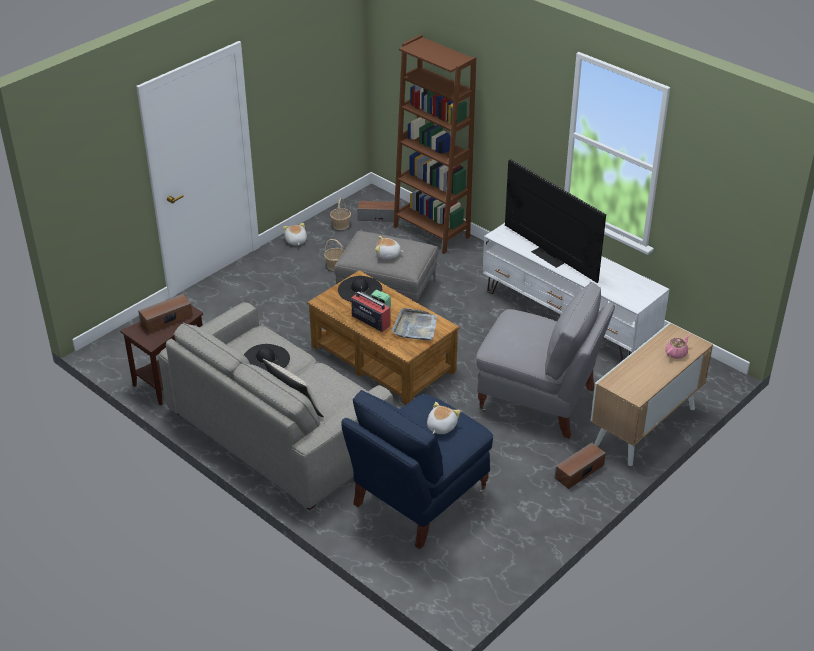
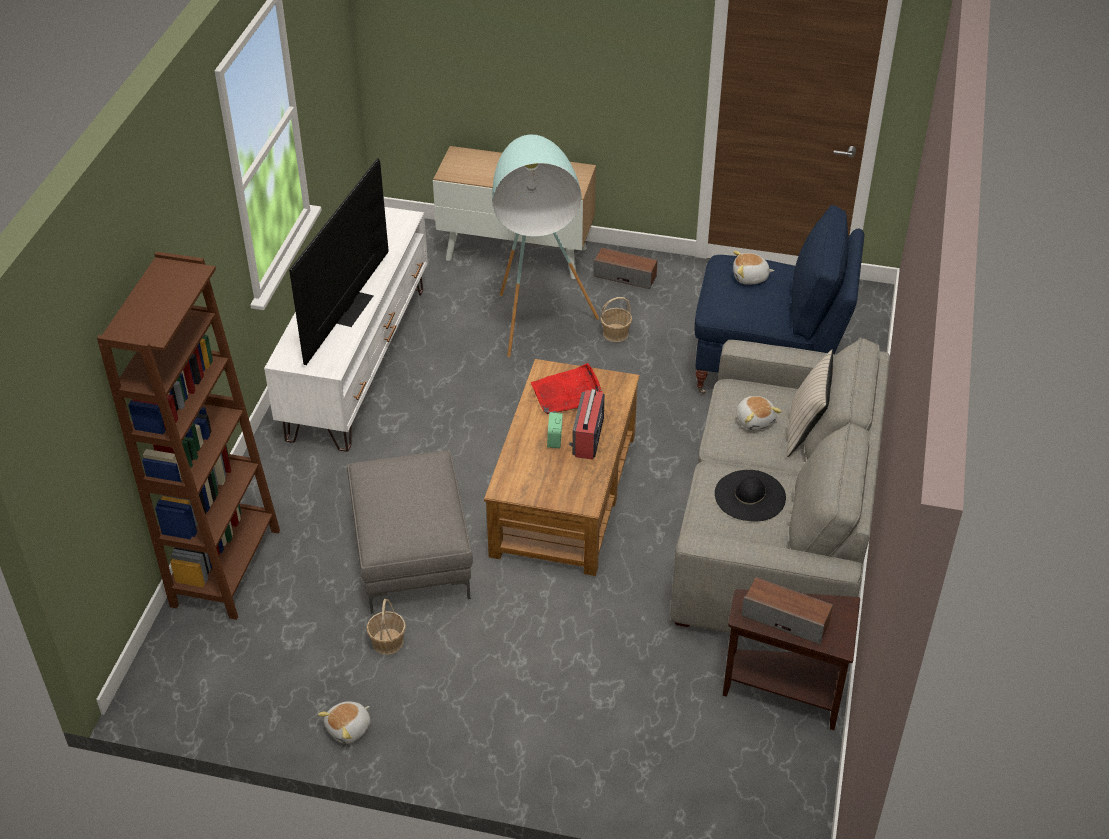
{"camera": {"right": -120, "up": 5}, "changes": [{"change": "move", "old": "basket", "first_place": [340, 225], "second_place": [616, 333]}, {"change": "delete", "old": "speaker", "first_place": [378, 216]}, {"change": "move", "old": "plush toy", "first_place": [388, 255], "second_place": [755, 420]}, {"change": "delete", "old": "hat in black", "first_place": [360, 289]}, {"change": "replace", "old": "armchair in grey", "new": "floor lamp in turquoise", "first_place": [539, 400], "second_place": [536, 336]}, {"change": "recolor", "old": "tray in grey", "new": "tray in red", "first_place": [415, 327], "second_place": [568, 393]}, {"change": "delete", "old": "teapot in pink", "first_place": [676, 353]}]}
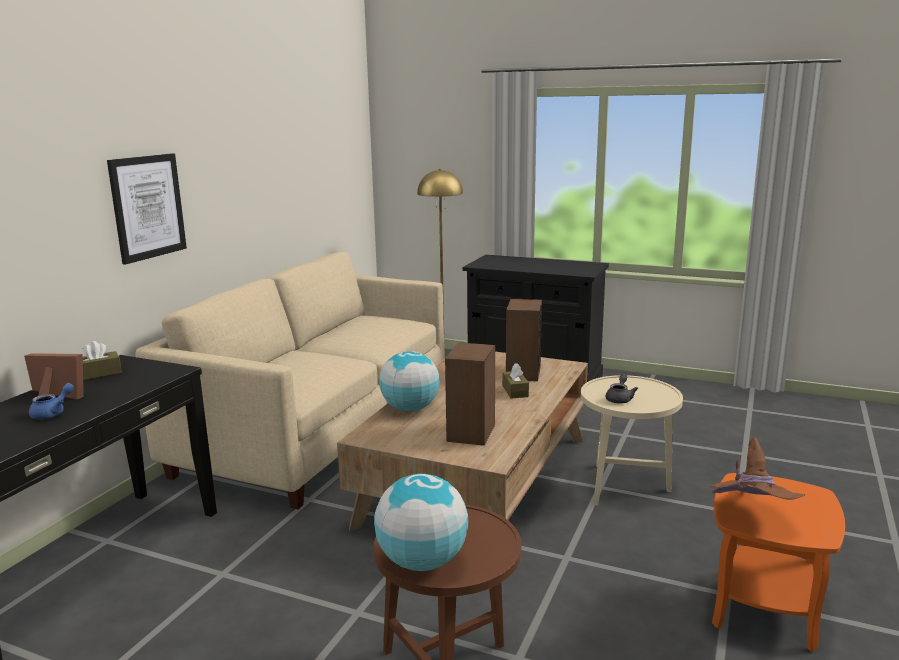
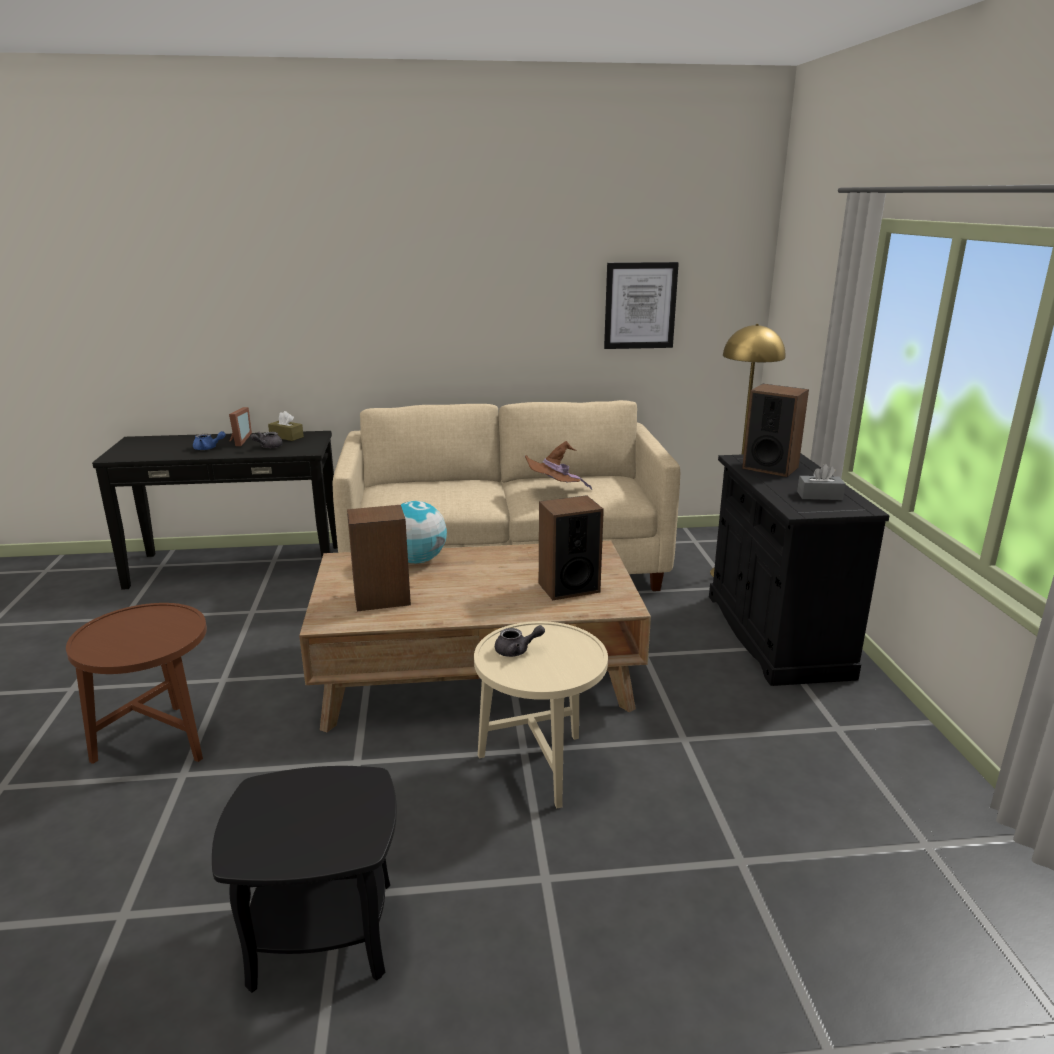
{"camera": {"right": 60, "up": 5}, "changes": [{"change": "move", "old": "picture", "first_place": [147, 207], "second_place": [640, 305]}, {"change": "delete", "old": "tissue box in brown", "first_place": [515, 391]}, {"change": "move", "old": "hat in brown", "first_place": [750, 517], "second_place": [554, 492]}, {"change": "recolor", "old": "side table in orange", "new": "side table in black", "first_place": [764, 608], "second_place": [322, 934]}, {"change": "delete", "old": "globe", "first_place": [422, 562]}, {"change": "insert", "new": "speaker", "second_place": [770, 468]}, {"change": "insert", "new": "teapot in grey", "second_place": [268, 447]}, {"change": "insert", "new": "tissue box in grey", "second_place": [819, 496]}]}
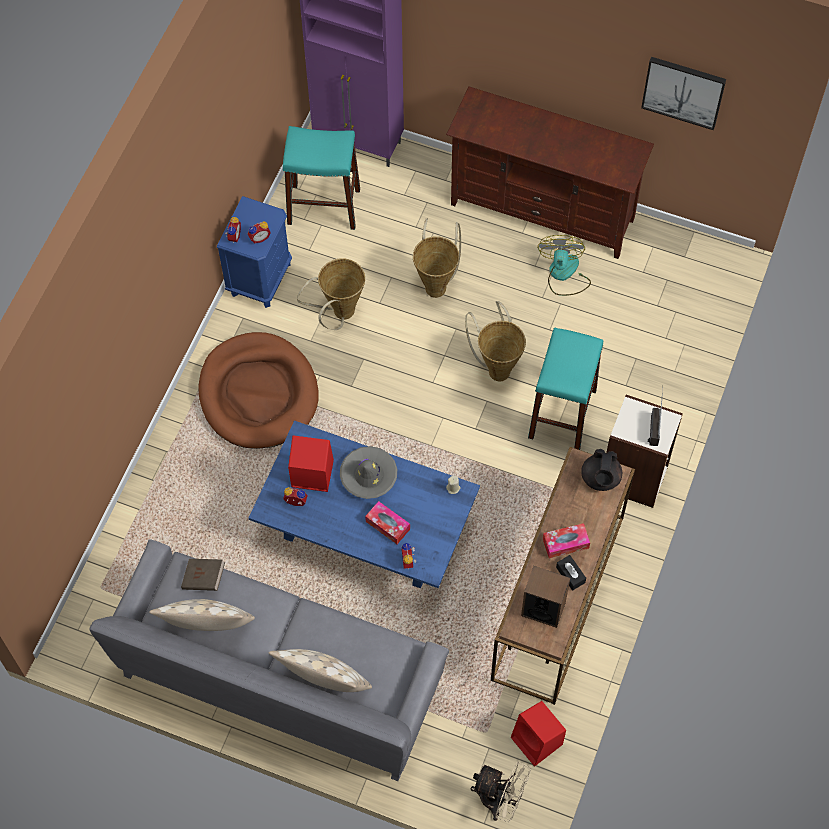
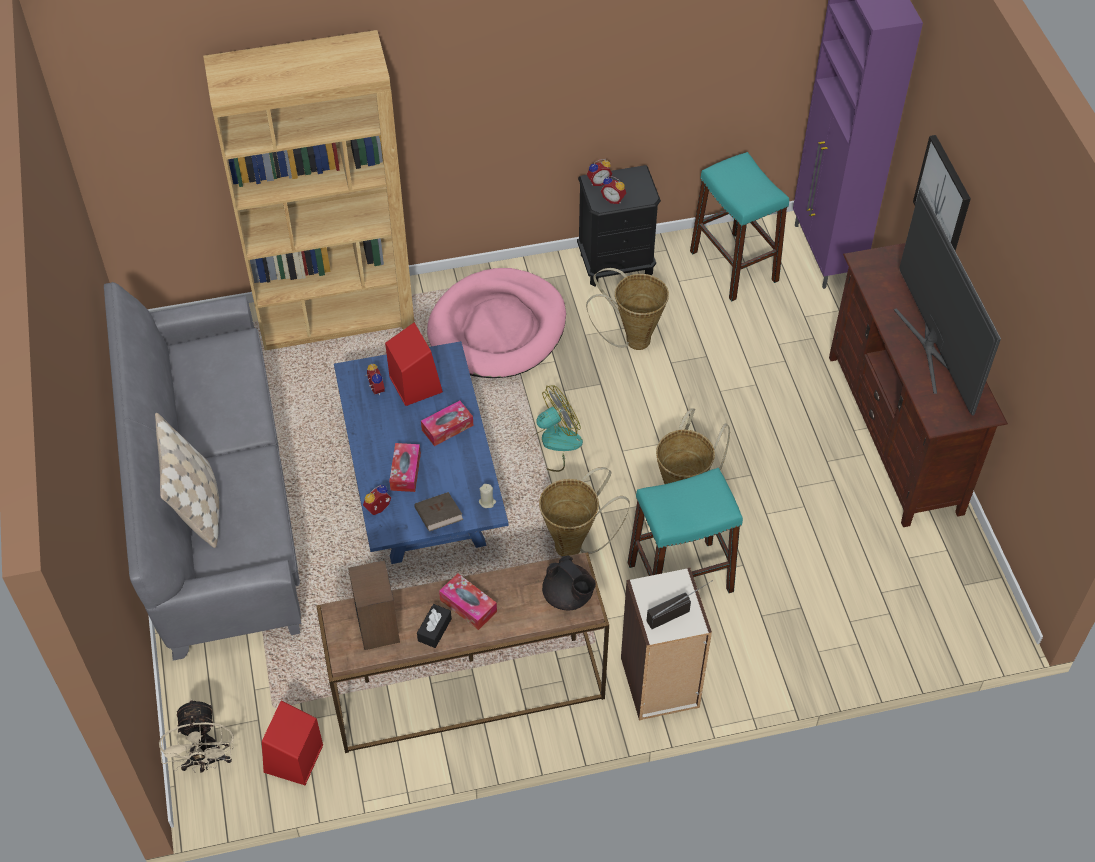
{"camera": {"right": 55, "up": -10}, "changes": [{"change": "move", "old": "picture", "first_place": [683, 91], "second_place": [943, 199]}, {"change": "recolor", "old": "nightstand in blue", "new": "nightstand in black", "first_place": [260, 278], "second_place": [616, 264]}, {"change": "move", "old": "basket", "first_place": [436, 284], "second_place": [575, 545]}, {"change": "move", "old": "fan", "first_place": [564, 274], "second_place": [552, 444]}, {"change": "recolor", "old": "dog bed in brown", "new": "dog bed in pink", "first_place": [258, 393], "second_place": [497, 328]}, {"change": "replace", "old": "hat in grey", "new": "tissue box", "first_place": [368, 475], "second_place": [447, 428]}, {"change": "rotate", "old": "teapot in black", "first_place": [600, 478], "second_place": [568, 596], "degrees": -105}, {"change": "move", "old": "book in brown", "first_place": [204, 579], "second_place": [439, 518]}, {"change": "delete", "old": "pillow in beige", "first_place": [207, 627]}, {"change": "insert", "new": "bookcase in brown", "second_place": [336, 315]}, {"change": "insert", "new": "television", "second_place": [931, 347]}]}
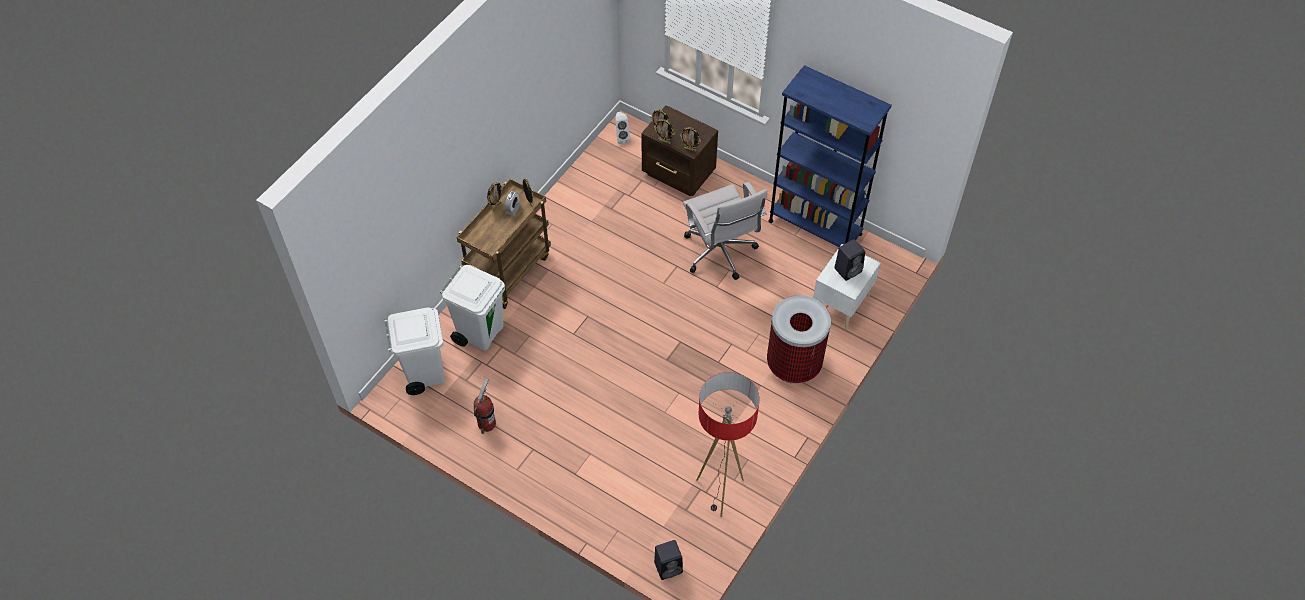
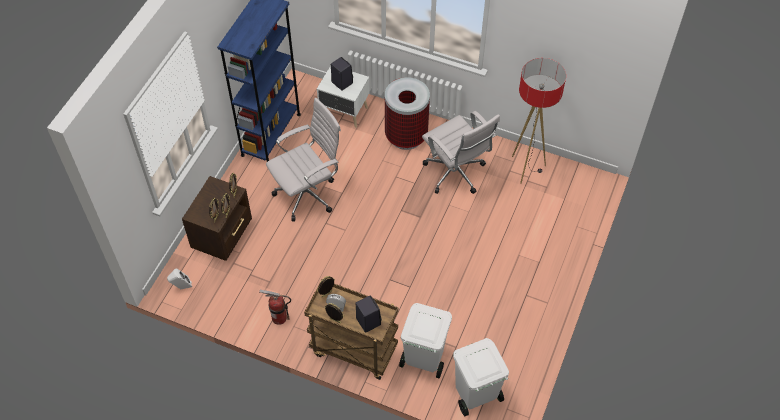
{"camera": {"right": -100, "up": 0}, "changes": [{"change": "move", "old": "fire extinguisher", "first_place": [486, 423], "second_place": [279, 318]}, {"change": "move", "old": "speaker in black", "first_place": [669, 567], "second_place": [367, 321]}, {"change": "insert", "new": "office chair in white", "second_place": [456, 174]}]}
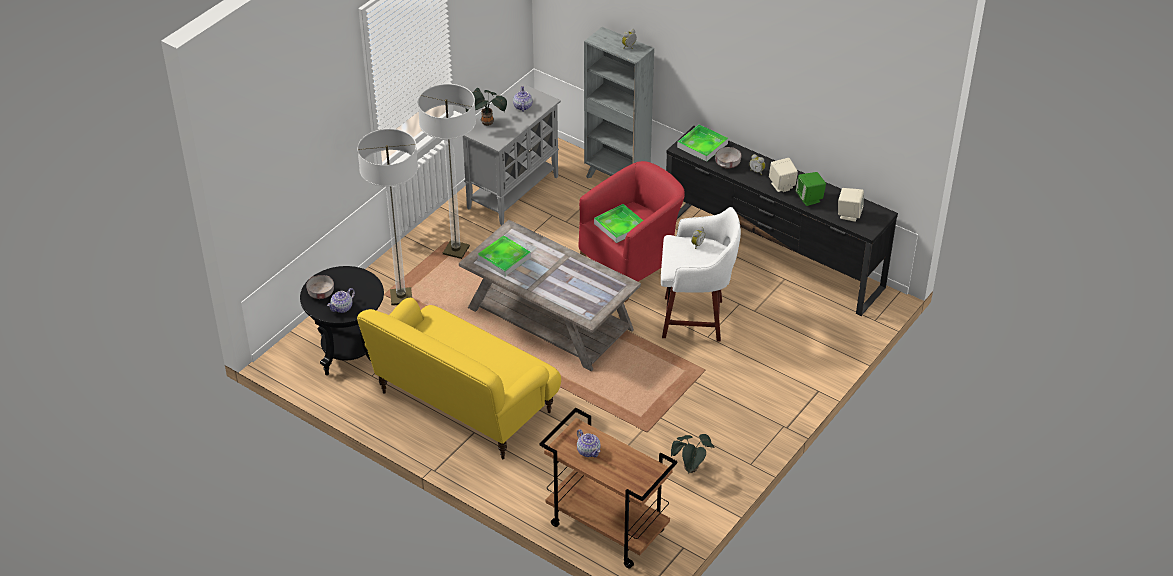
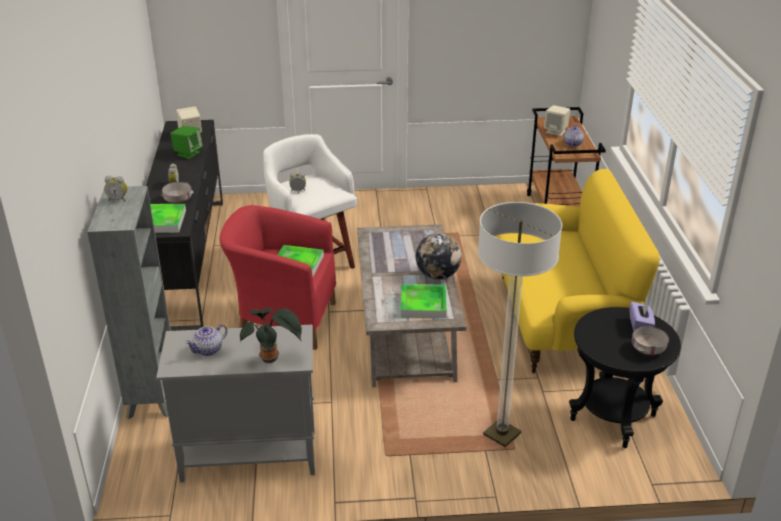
{"camera": {"right": -130, "up": -10}, "changes": [{"change": "delete", "old": "floor lamp", "first_place": [456, 250]}, {"change": "move", "old": "speaker in beige", "first_place": [782, 185], "second_place": [556, 131]}, {"change": "replace", "old": "teapot", "new": "tissue box in purple", "first_place": [342, 308], "second_place": [640, 325]}, {"change": "delete", "old": "potted plant", "first_place": [691, 470]}, {"change": "insert", "new": "globe", "second_place": [438, 275]}]}
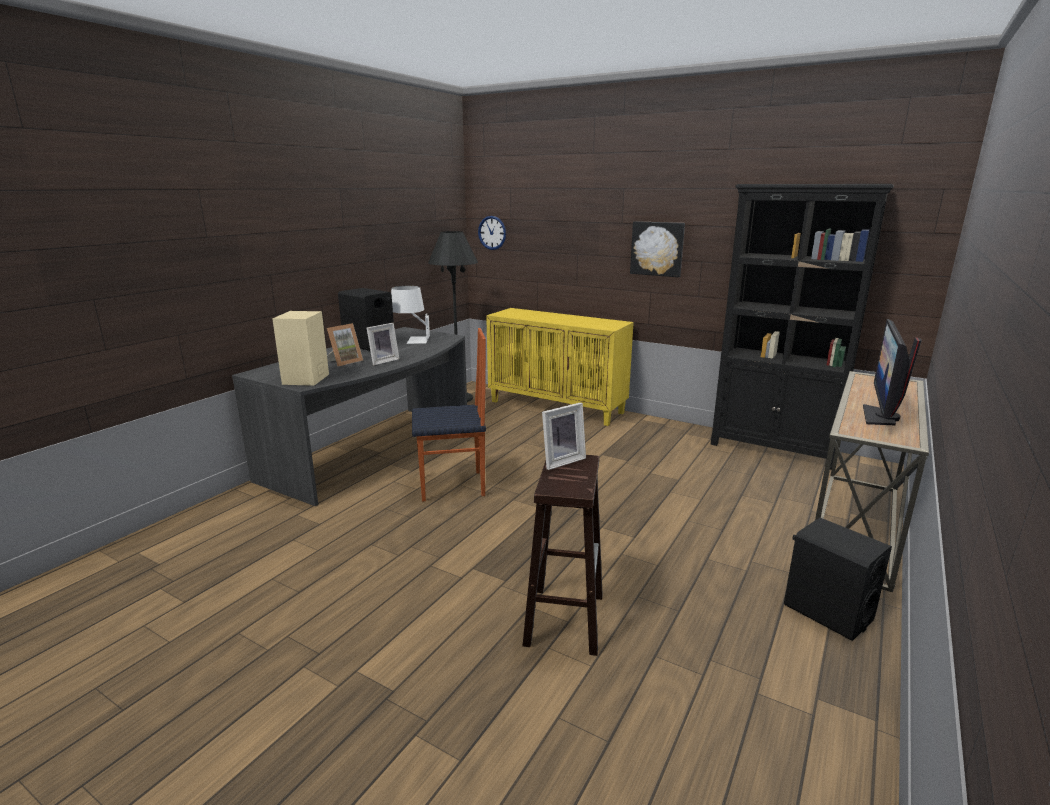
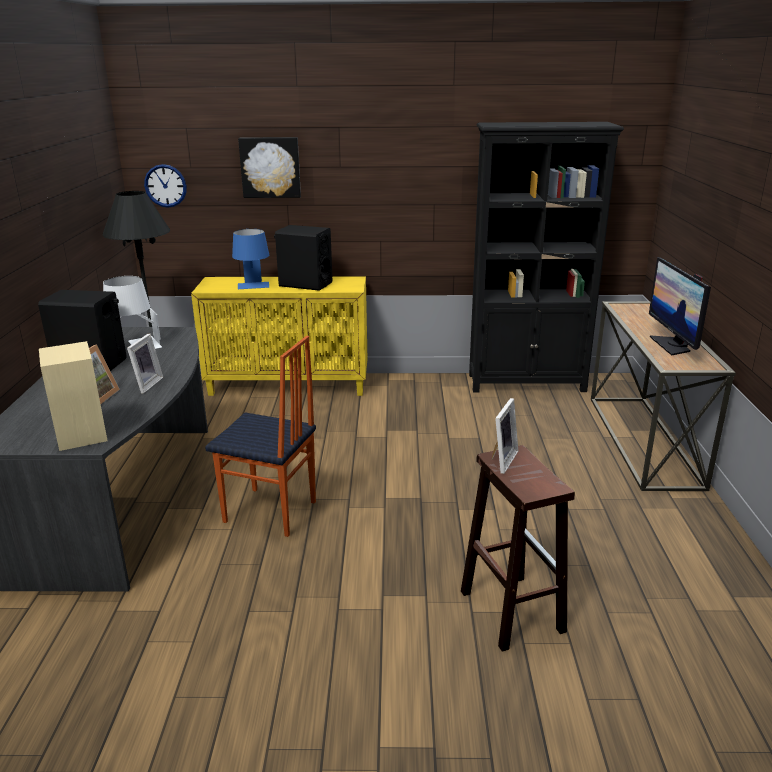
{"camera": {"right": -30, "up": 5}, "changes": [{"change": "move", "old": "picture", "first_place": [657, 248], "second_place": [270, 167]}, {"change": "rotate", "old": "chair", "first_place": [453, 486], "second_place": [270, 513], "degrees": 60}, {"change": "move", "old": "speaker in black", "first_place": [827, 612], "second_place": [305, 284]}, {"change": "insert", "new": "table lamp in blue", "second_place": [253, 287]}]}
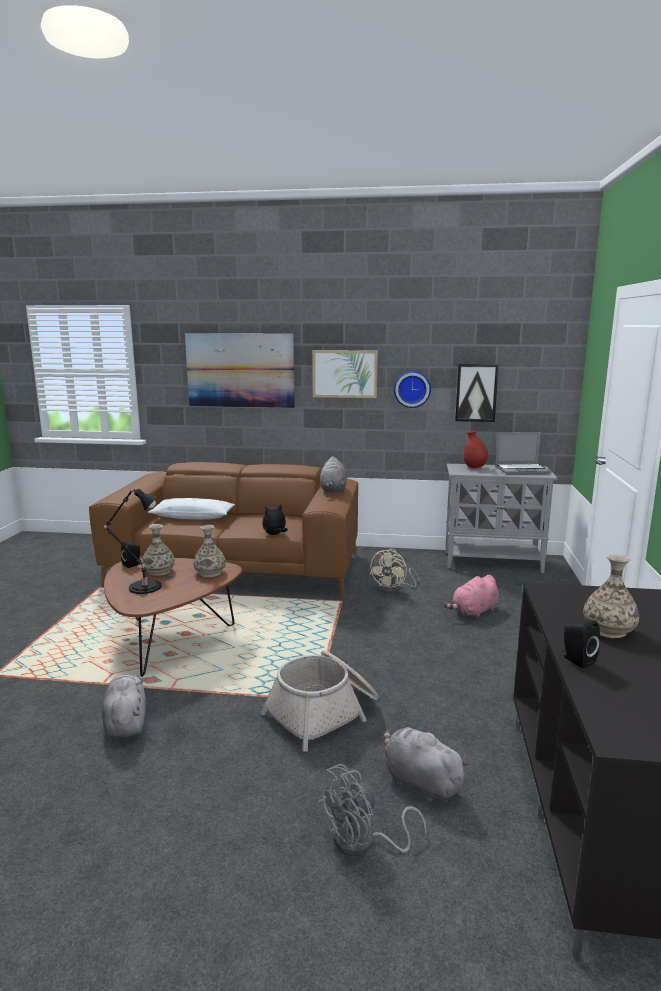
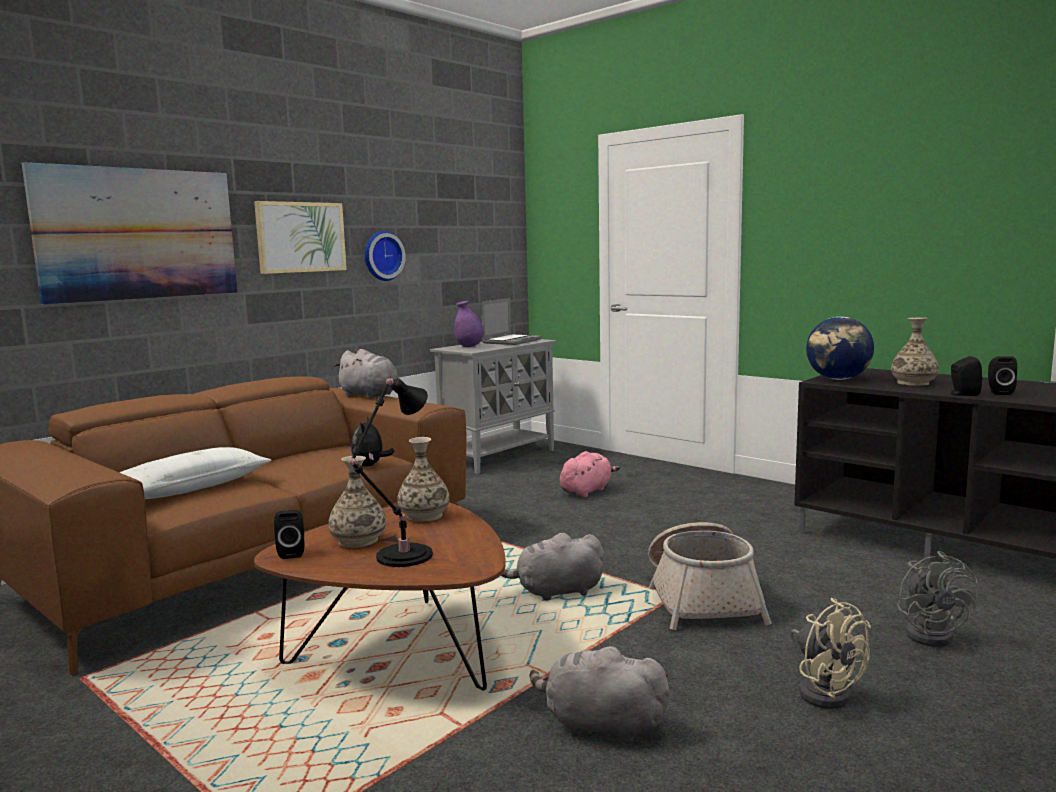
{"camera": {"right": -55, "up": -5}, "changes": [{"change": "delete", "old": "picture", "first_place": [476, 392]}, {"change": "recolor", "old": "vase in red", "new": "vase in purple", "first_place": [474, 467], "second_place": [469, 346]}, {"change": "move", "old": "fan in beige", "first_place": [394, 589], "second_place": [823, 690]}, {"change": "rotate", "old": "plush toy in pink", "first_place": [473, 612], "second_place": [587, 491], "degrees": -135}, {"change": "move", "old": "plush toy in grey", "first_place": [419, 782], "second_place": [556, 592]}, {"change": "insert", "new": "globe", "second_place": [838, 379]}, {"change": "insert", "new": "speaker in black", "second_place": [998, 392]}]}
